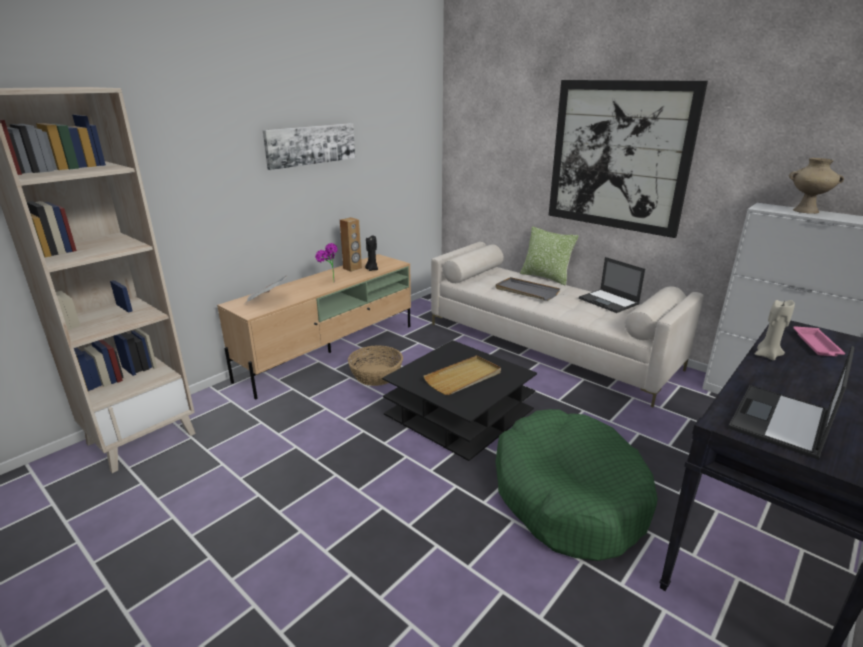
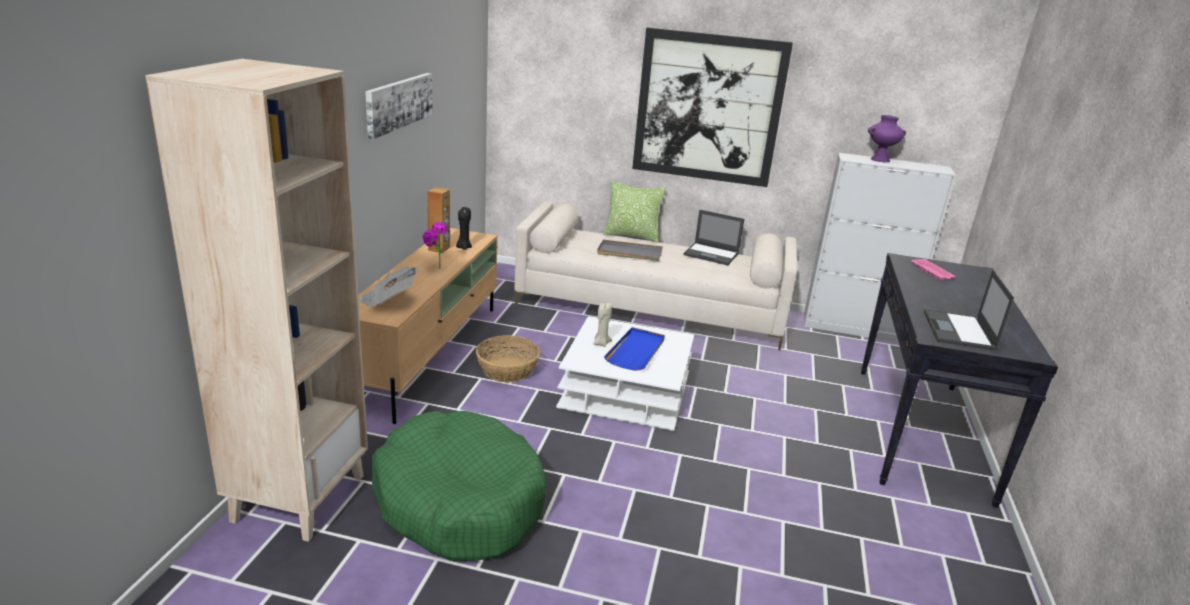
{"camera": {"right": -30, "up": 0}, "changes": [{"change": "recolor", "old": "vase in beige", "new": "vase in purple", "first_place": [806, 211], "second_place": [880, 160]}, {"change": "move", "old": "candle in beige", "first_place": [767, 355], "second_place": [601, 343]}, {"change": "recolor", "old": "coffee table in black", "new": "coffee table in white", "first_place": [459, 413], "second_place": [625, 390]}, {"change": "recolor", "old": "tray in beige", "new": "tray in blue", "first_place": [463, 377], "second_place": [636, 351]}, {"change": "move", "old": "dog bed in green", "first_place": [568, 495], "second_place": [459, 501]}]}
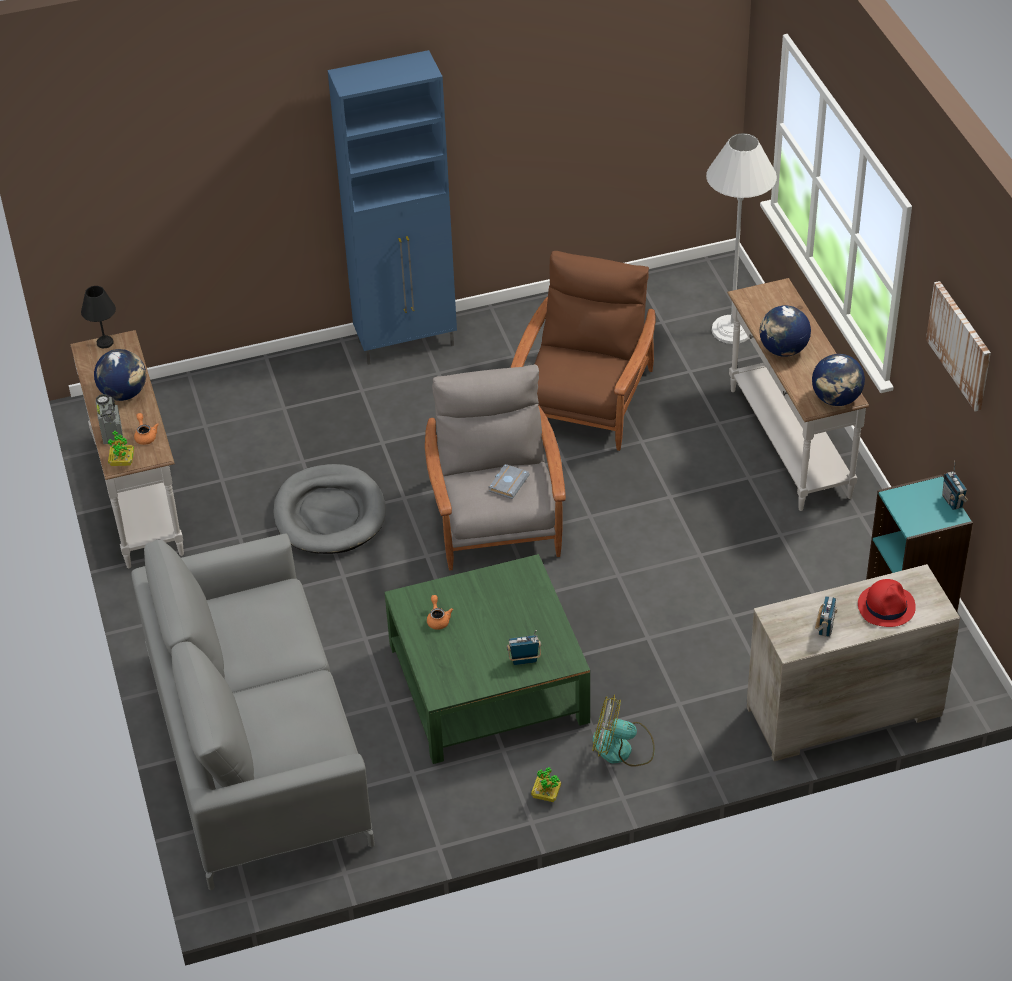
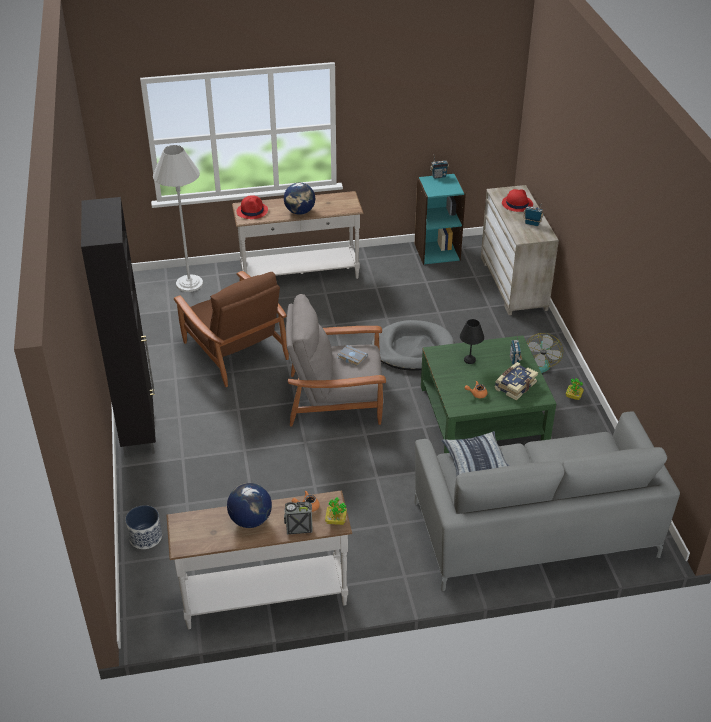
{"camera": {"right": -85, "up": -5}, "changes": [{"change": "recolor", "old": "cabinet in blue", "new": "cabinet in black", "first_place": [407, 343], "second_place": [139, 430]}, {"change": "rotate", "old": "armchair in brown", "first_place": [585, 401], "second_place": [234, 350], "degrees": -150}, {"change": "delete", "old": "picture", "first_place": [960, 345]}, {"change": "move", "old": "table lamp in black", "first_place": [105, 342], "second_place": [469, 360]}, {"change": "delete", "old": "globe", "first_place": [836, 399]}, {"change": "move", "old": "dog bed in grey", "first_place": [330, 514], "second_place": [412, 349]}, {"change": "insert", "new": "hat in red", "second_place": [252, 211]}, {"change": "insert", "new": "book", "second_place": [514, 386]}, {"change": "insert", "new": "pillow", "second_place": [476, 461]}, {"change": "insert", "new": "planter", "second_place": [146, 537]}]}
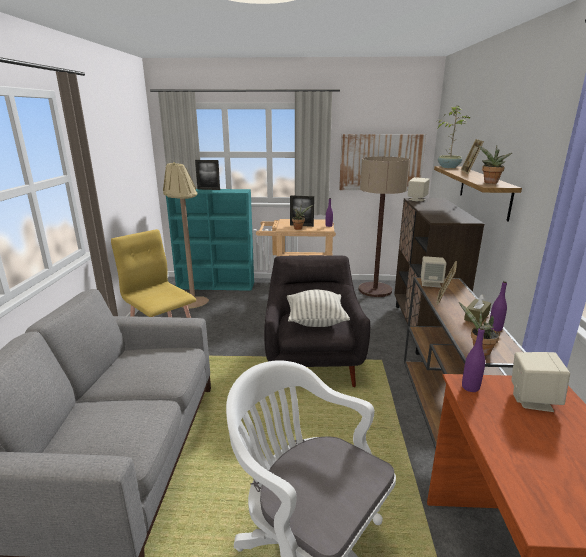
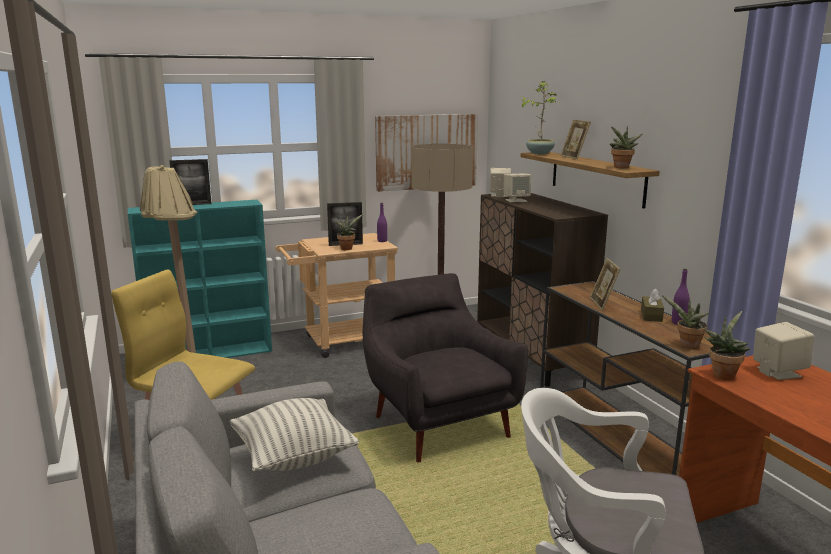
{"camera": {"right": -25, "up": -5}, "changes": [{"change": "move", "old": "speaker in beige", "first_place": [431, 283], "second_place": [516, 200]}, {"change": "move", "old": "pillow", "first_place": [316, 321], "second_place": [293, 457]}, {"change": "replace", "old": "bottle in purple", "new": "potted plant", "first_place": [470, 387], "second_place": [722, 374]}]}
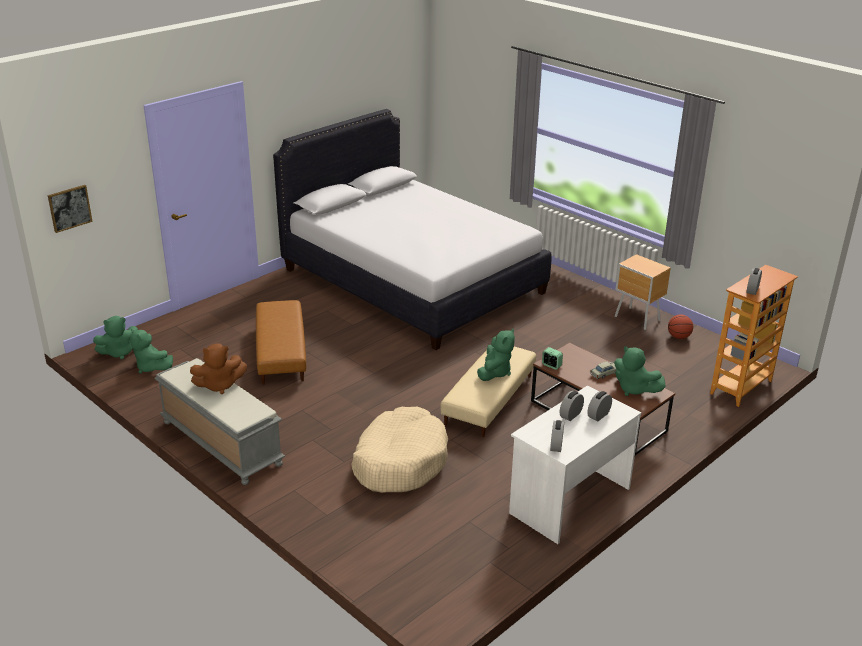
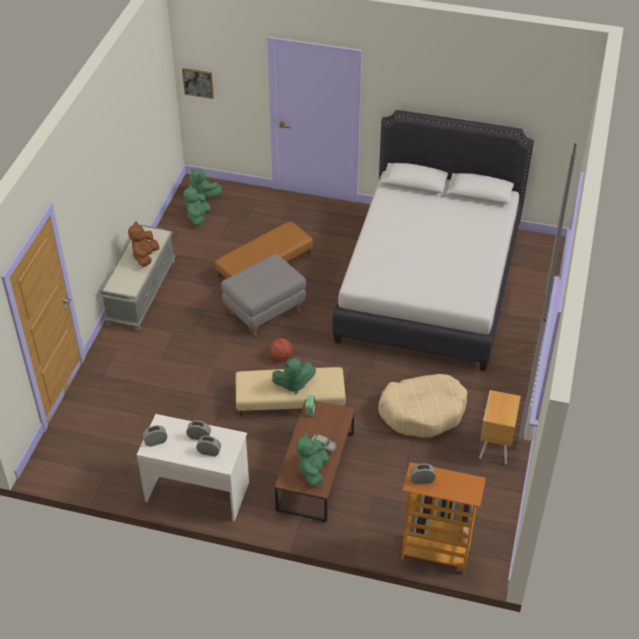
{"camera": {"right": 60, "up": 15}, "changes": [{"change": "move", "old": "basketball", "first_place": [678, 337], "second_place": [281, 357]}, {"change": "rotate", "old": "plush toy in brown", "first_place": [219, 385], "second_place": [145, 257], "degrees": 60}, {"change": "move", "old": "dog bed in beige", "first_place": [400, 461], "second_place": [423, 411]}, {"change": "insert", "new": "ottoman in grey", "second_place": [264, 310]}]}
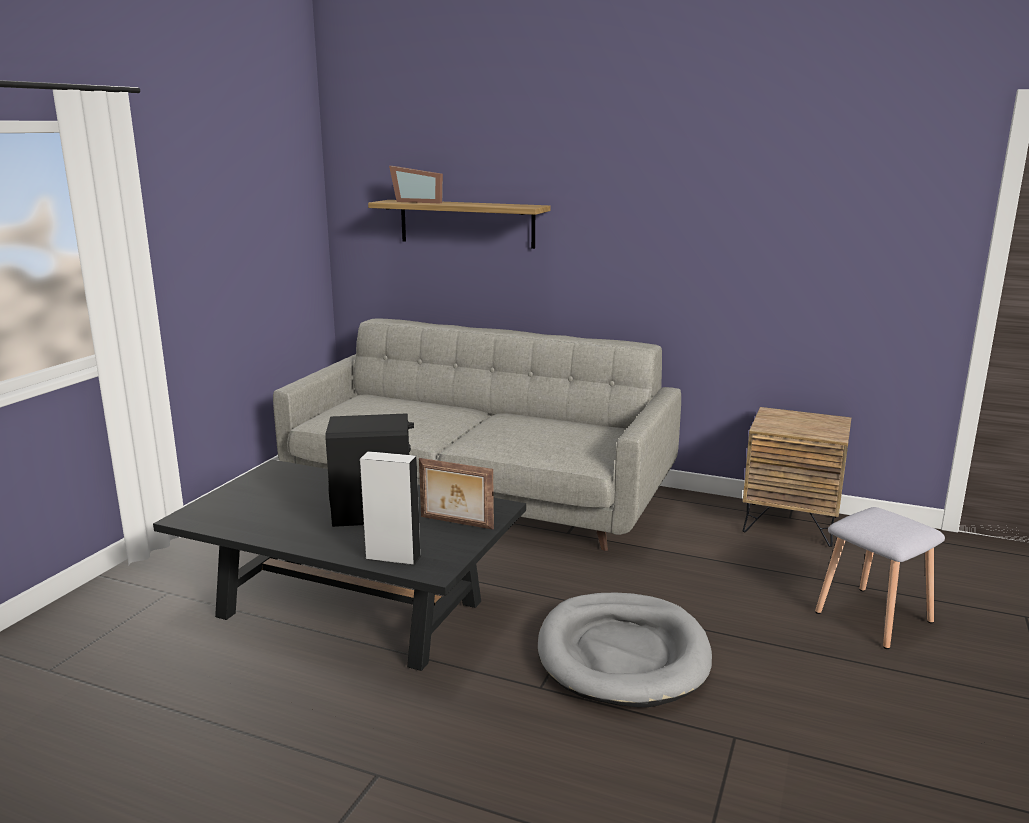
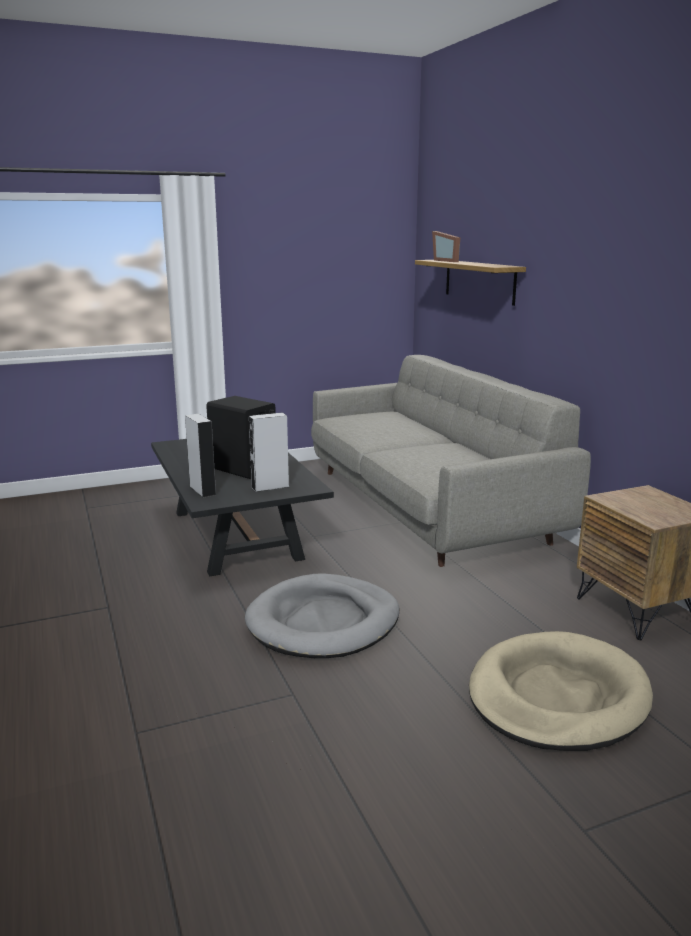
{"camera": {"right": 45, "up": 0}, "changes": [{"change": "replace", "old": "picture frame", "new": "speaker in grey", "first_place": [456, 523], "second_place": [270, 487]}, {"change": "replace", "old": "stool in grey", "new": "dog bed in beige", "first_place": [873, 618], "second_place": [557, 697]}]}
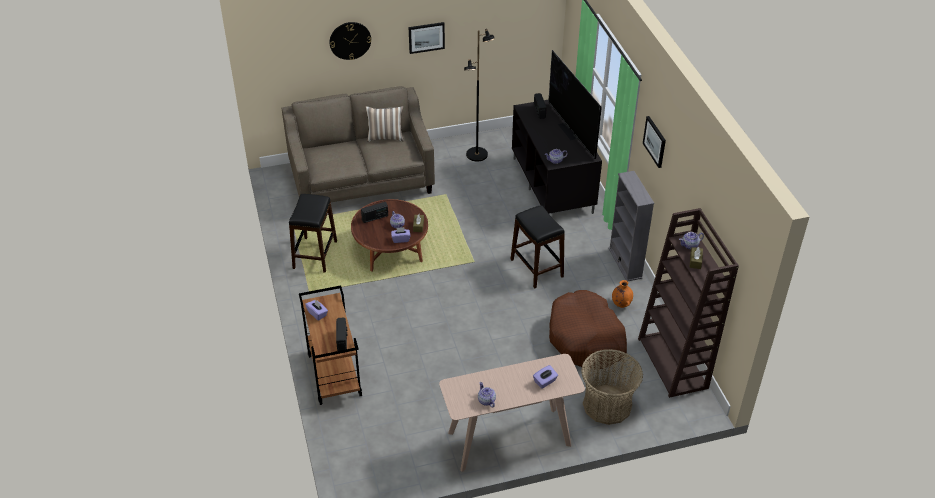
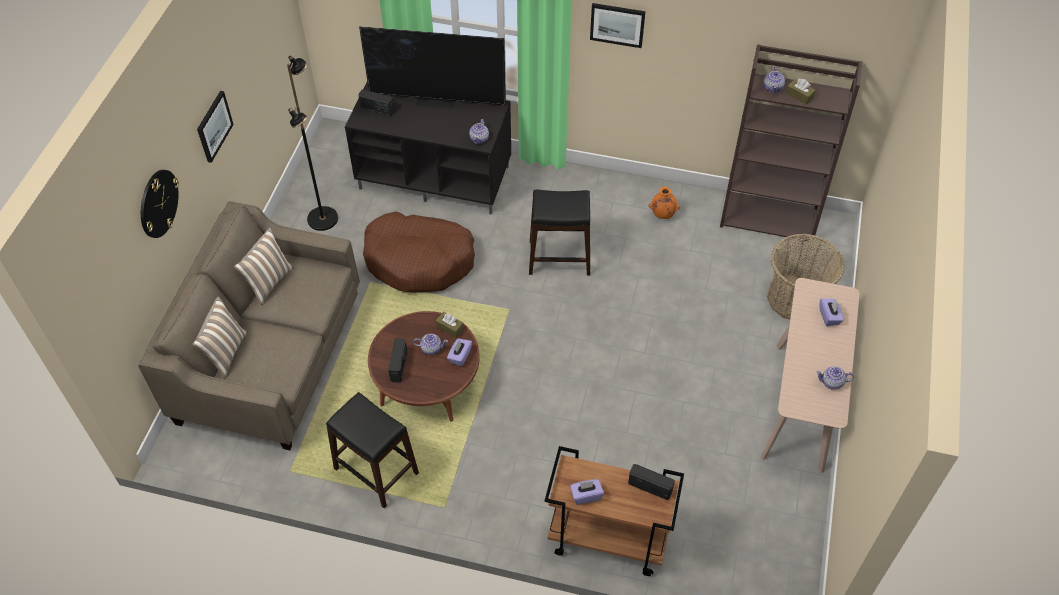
{"camera": {"right": -60, "up": 10}, "changes": [{"change": "delete", "old": "bookcase in grey", "first_place": [625, 263]}, {"change": "move", "old": "dog bed in brown", "first_place": [586, 339], "second_place": [419, 260]}, {"change": "insert", "new": "pillow", "second_place": [226, 353]}]}
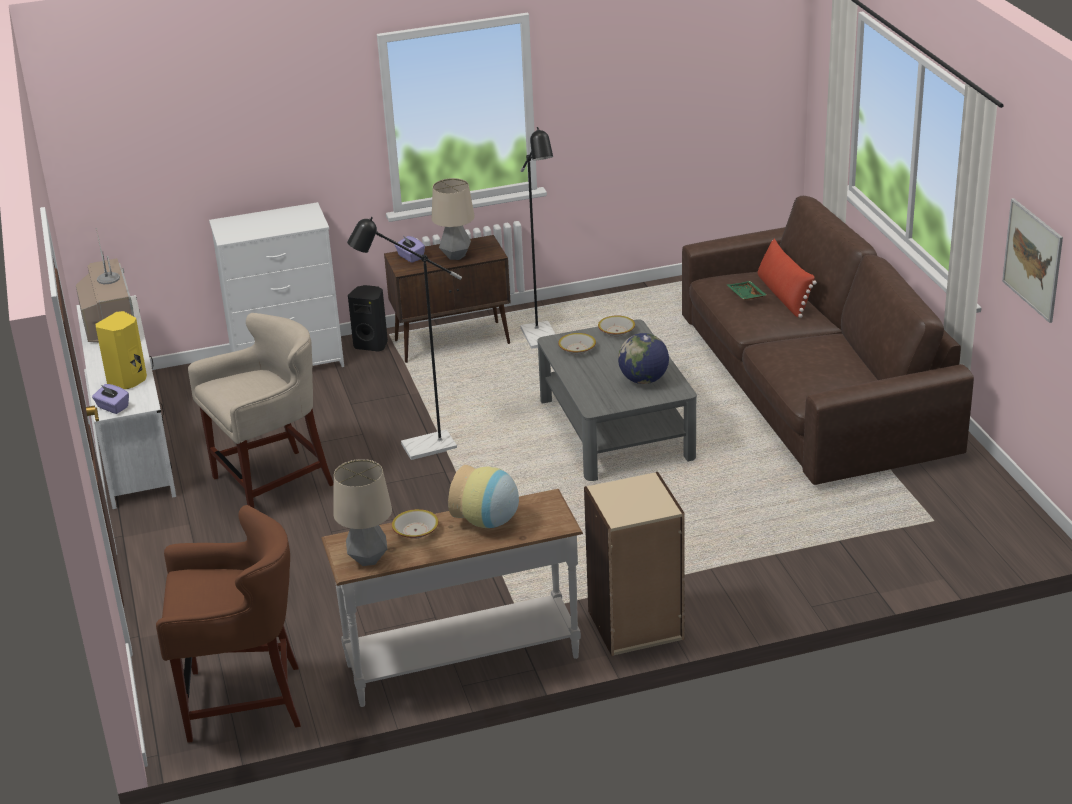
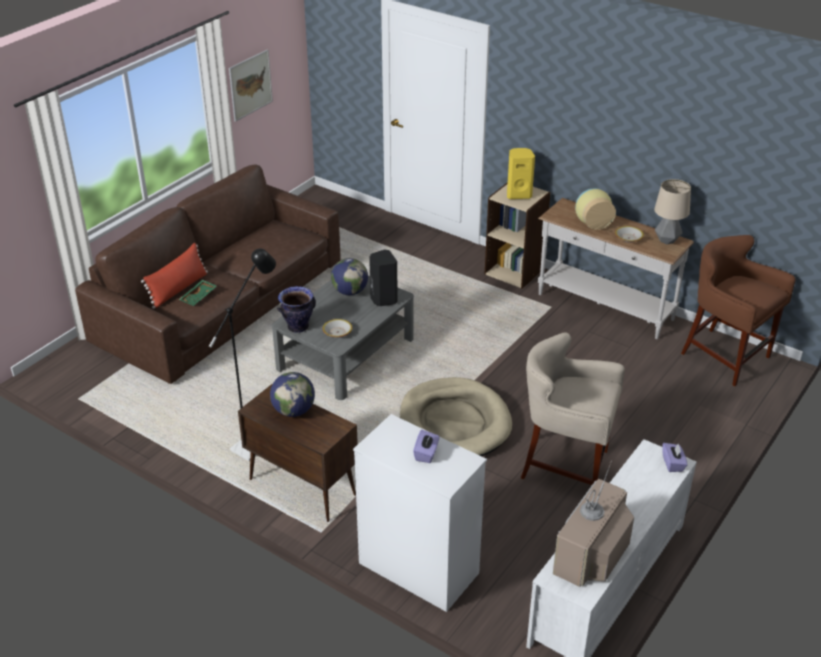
{"camera": {"right": -130, "up": 5}, "changes": [{"change": "replace", "old": "table lamp", "new": "globe", "first_place": [455, 256], "second_place": [293, 411]}, {"change": "replace", "old": "floor lamp in black", "new": "dog bed in beige", "first_place": [419, 449], "second_place": [454, 422]}, {"change": "move", "old": "tissue box in purple", "first_place": [410, 257], "second_place": [426, 454]}, {"change": "move", "old": "speaker in black", "first_place": [372, 344], "second_place": [383, 299]}, {"change": "move", "old": "speaker in yellow", "first_place": [128, 381], "second_place": [518, 194]}, {"change": "replace", "old": "bowl", "new": "vase", "first_place": [616, 331], "second_place": [298, 327]}]}
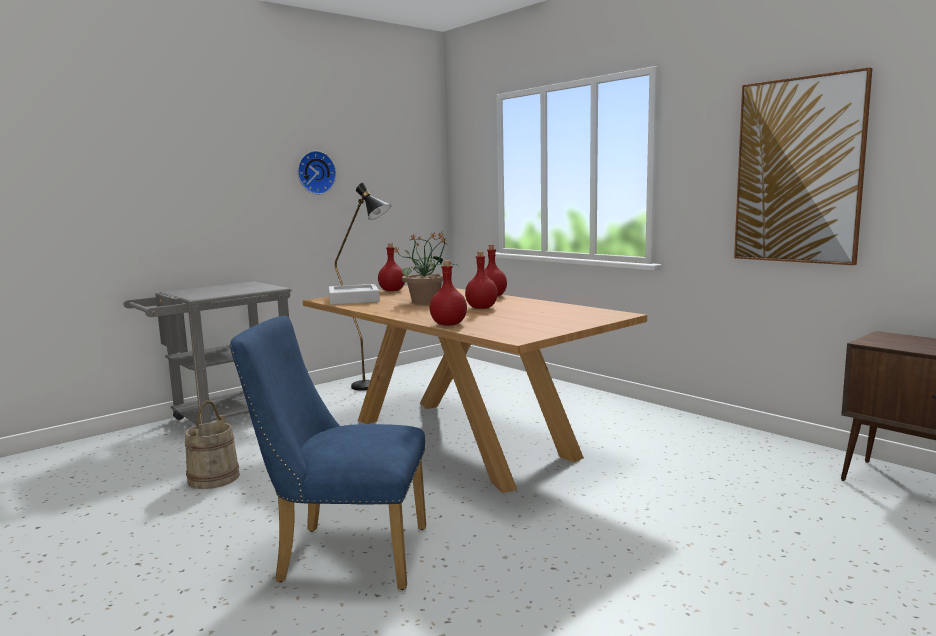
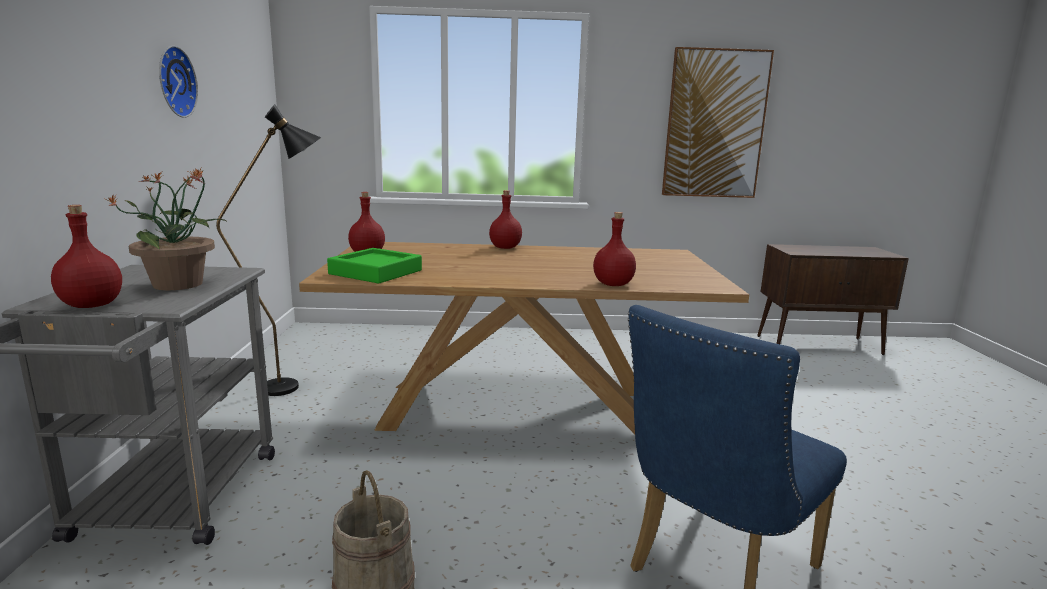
{"camera": {"right": -50, "up": 5}, "changes": [{"change": "move", "old": "potted plant", "first_place": [426, 301], "second_place": [180, 284]}, {"change": "move", "old": "bottle in red", "first_place": [481, 308], "second_place": [92, 305]}, {"change": "recolor", "old": "tray in grey", "new": "tray in green", "first_place": [353, 299], "second_place": [375, 272]}]}
